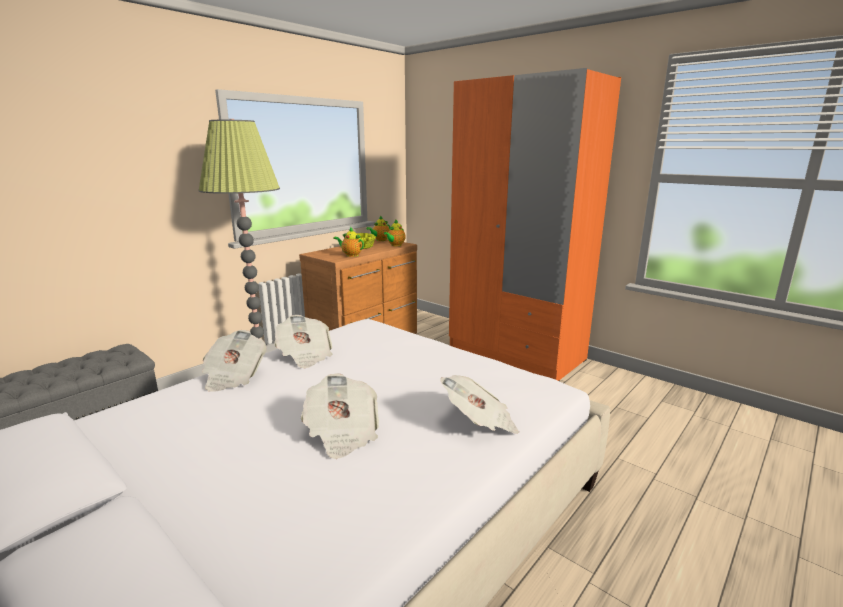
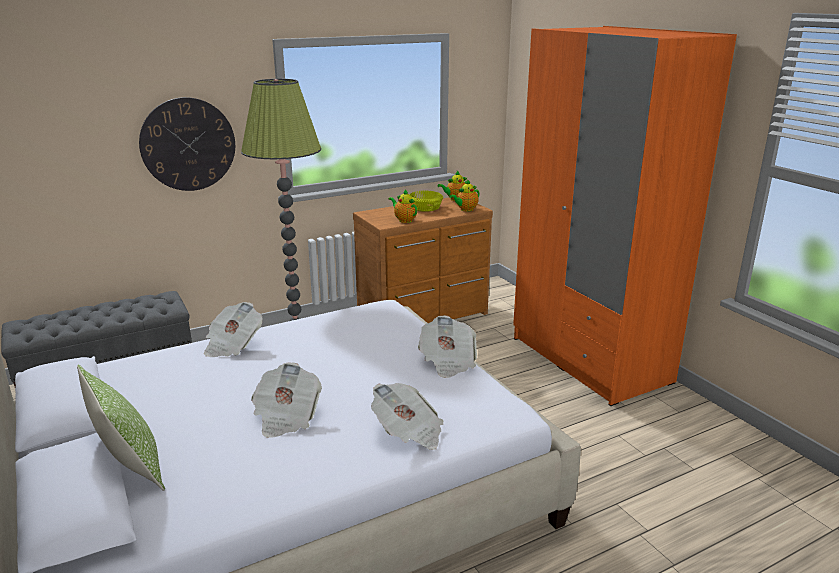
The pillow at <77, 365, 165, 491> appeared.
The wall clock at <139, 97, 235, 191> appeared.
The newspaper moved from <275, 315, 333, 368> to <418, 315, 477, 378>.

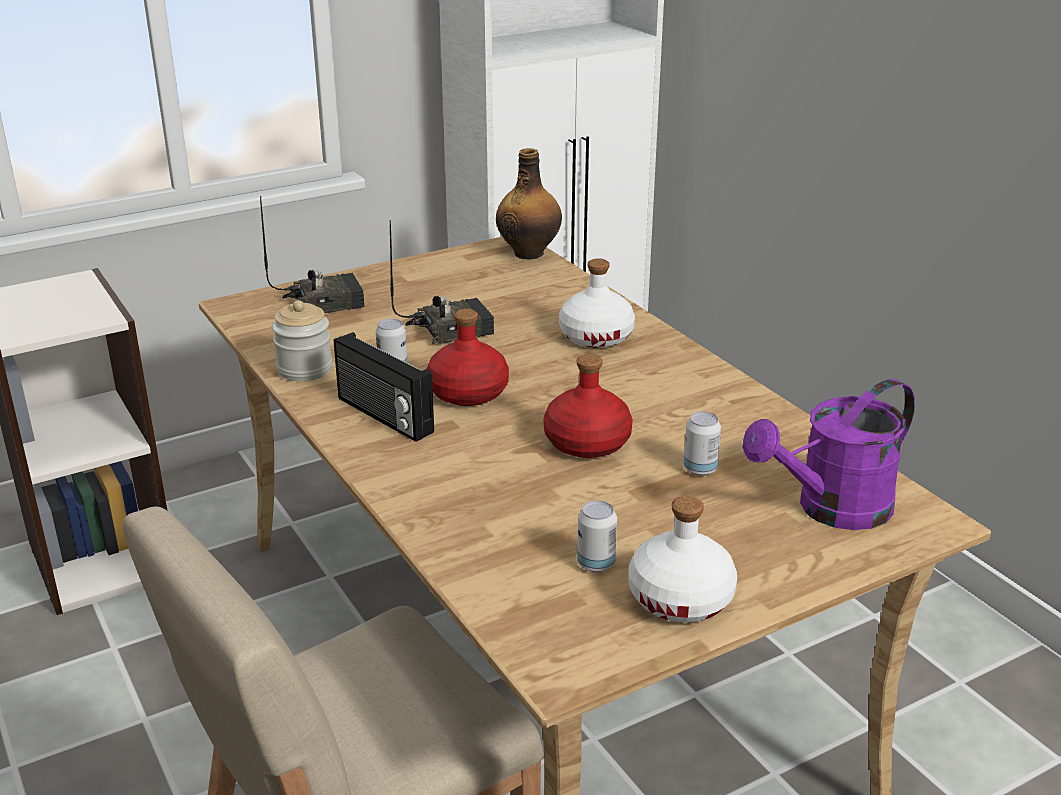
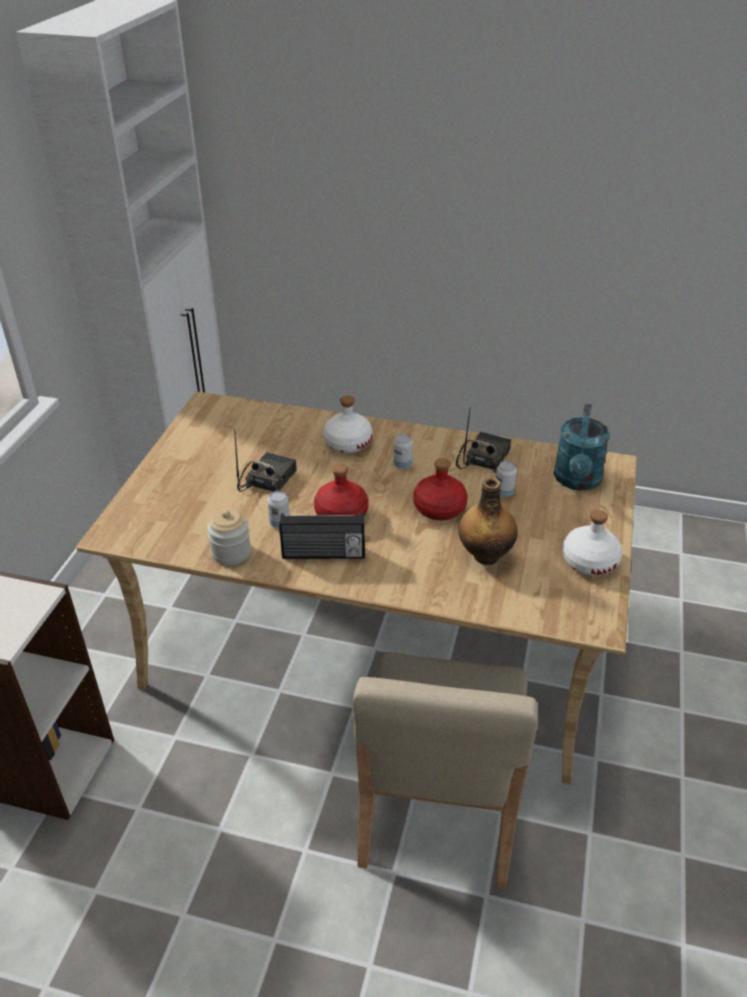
The radio set moved from <260, 196, 364, 313> to <456, 409, 511, 473>.
The drink bottle moved from <496, 148, 562, 259> to <458, 478, 518, 565>.
The can moved from <577, 500, 617, 572> to <393, 434, 413, 469>.
The purple sprinkling can at <742, 379, 915, 530> became the turquoise-coloured sprinkling can at <554, 404, 610, 491>.

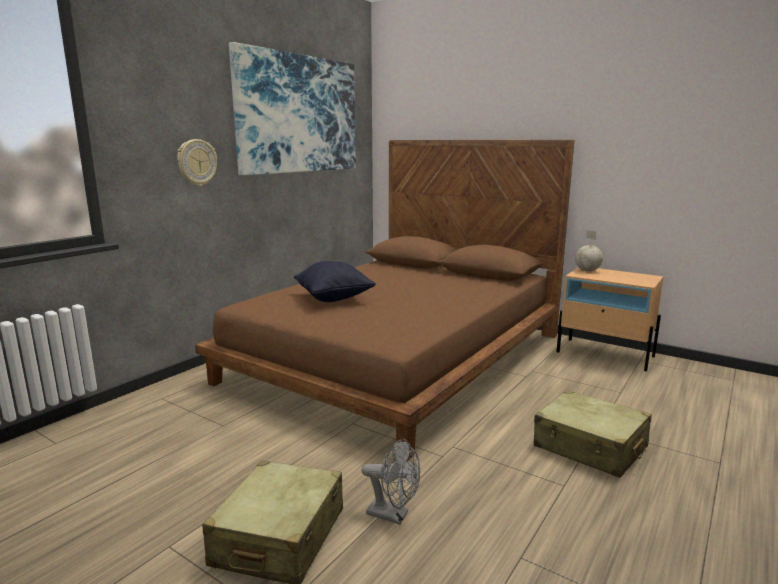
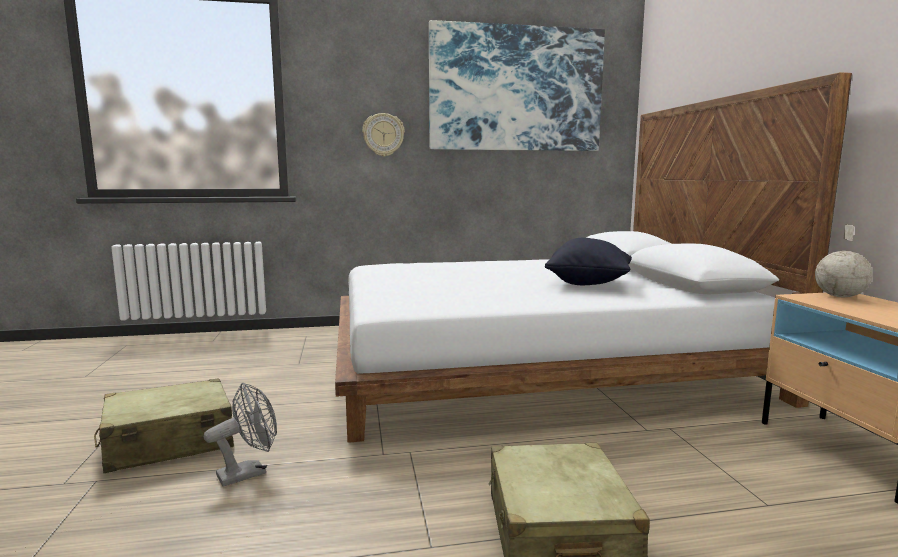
The black-coloured pillow moved from <294, 261, 376, 302> to <545, 238, 632, 285>.
The brown-coloured bed at <195, 140, 574, 461> became the white bed at <335, 72, 852, 443>.
The grey cooling fan at <361, 439, 420, 525> turned 105 degrees counterclockwise.

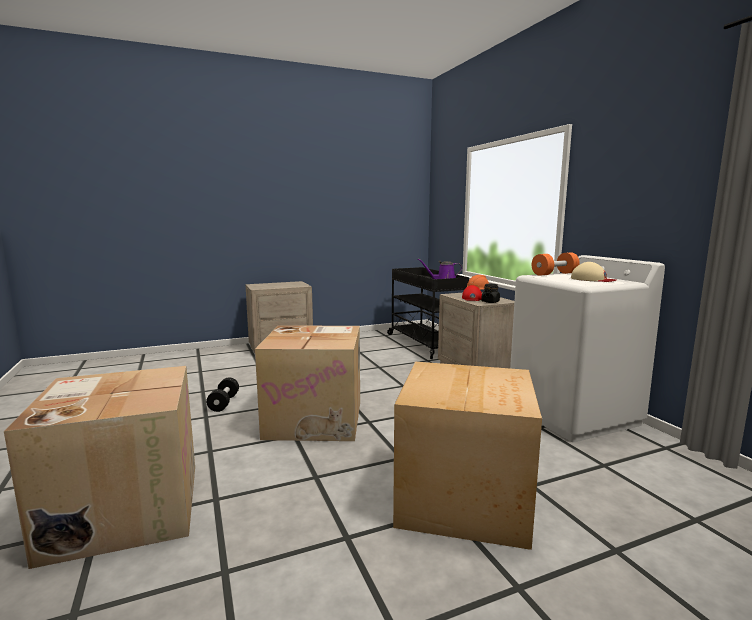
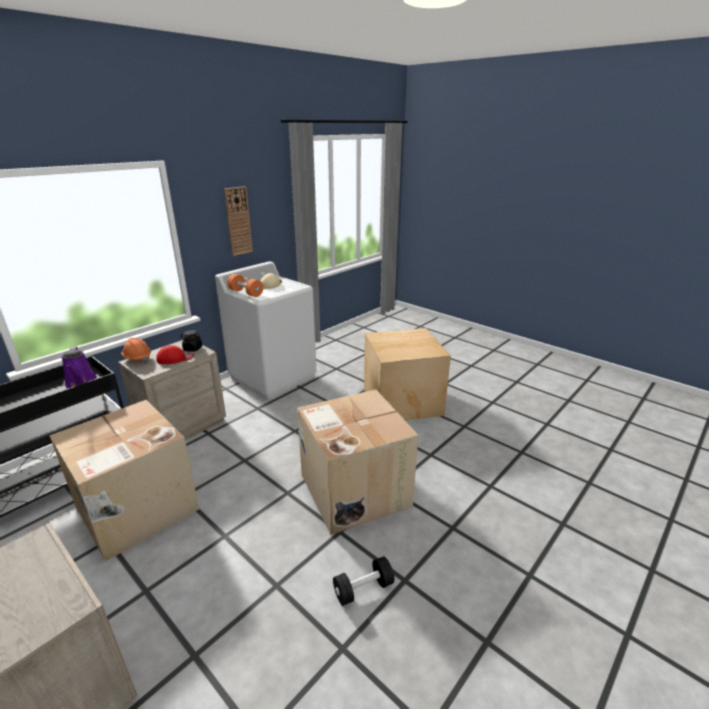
The wall clock at <224, 186, 253, 256> appeared.
The packing box moved from <4, 366, 195, 569> to <49, 400, 199, 562>.

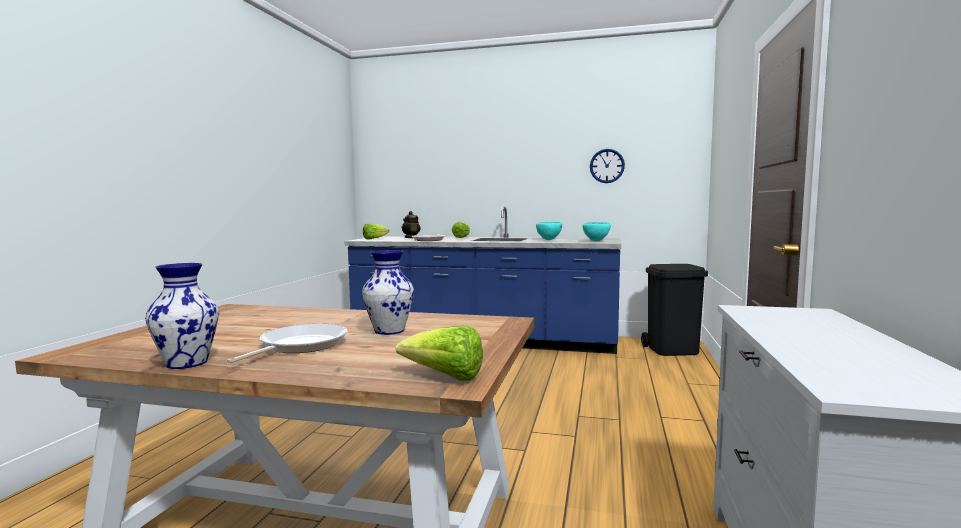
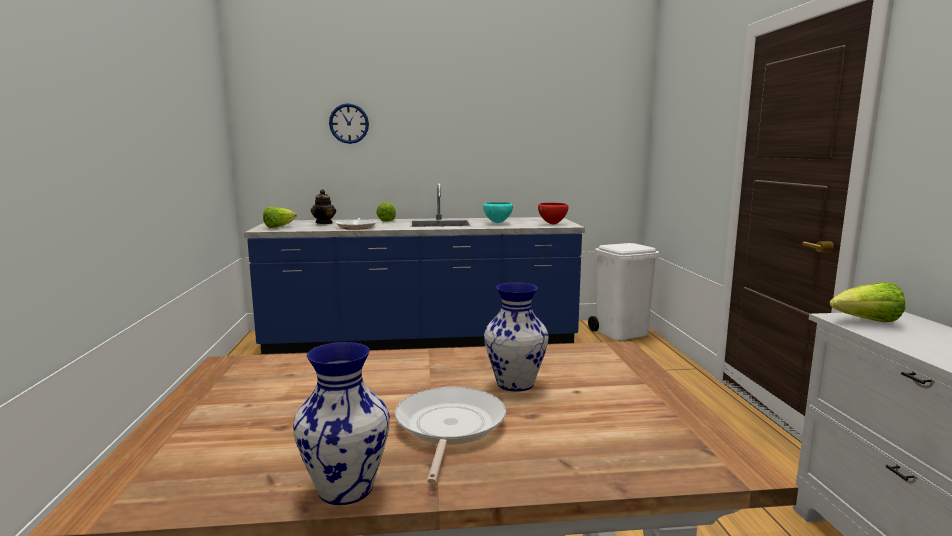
The lettuce moved from <396, 325, 483, 381> to <830, 282, 905, 322>.
The wall clock moved from <590, 149, 625, 183> to <329, 103, 369, 144>.
The turquoise-coloured bowl at <583, 222, 611, 242> became the red-coloured bowl at <538, 203, 569, 224>.
The black-coloured rubbish bin at <641, 264, 708, 356> became the white rubbish bin at <588, 243, 660, 340>.

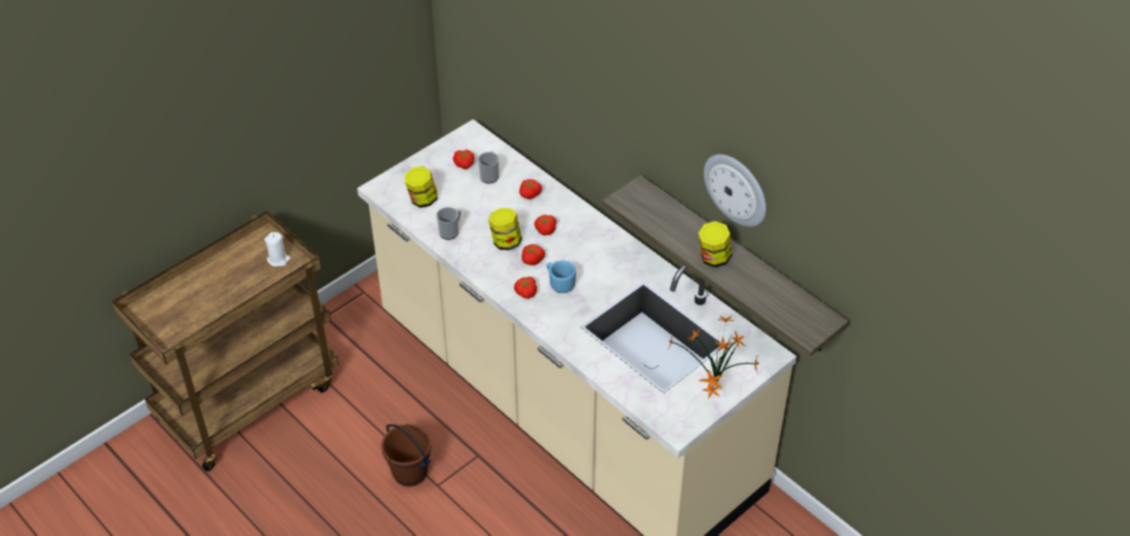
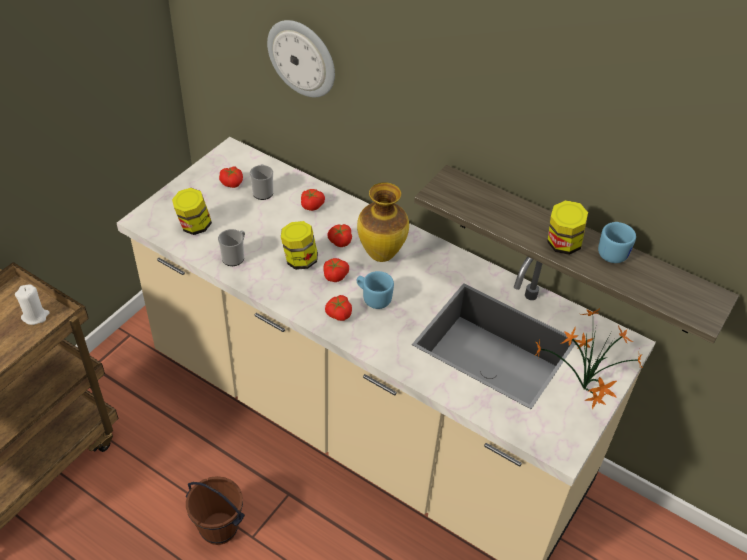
The decorative vase at <357, 182, 409, 262> appeared.
The blue-coloured mug at <598, 222, 636, 263> appeared.
The wall clock moved from <704, 154, 766, 227> to <267, 20, 335, 97>.

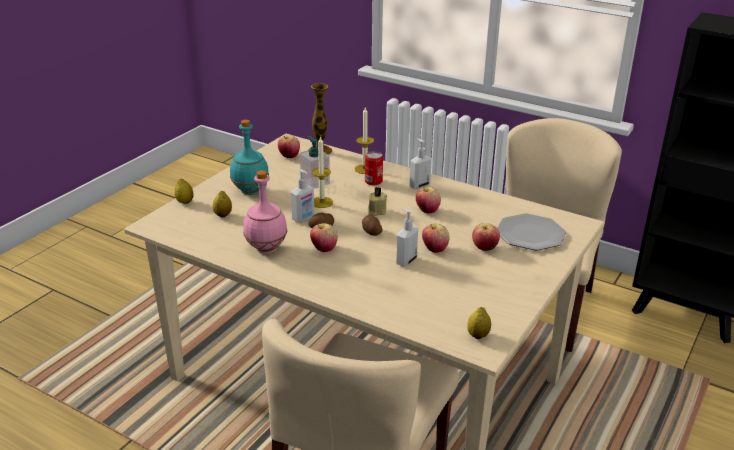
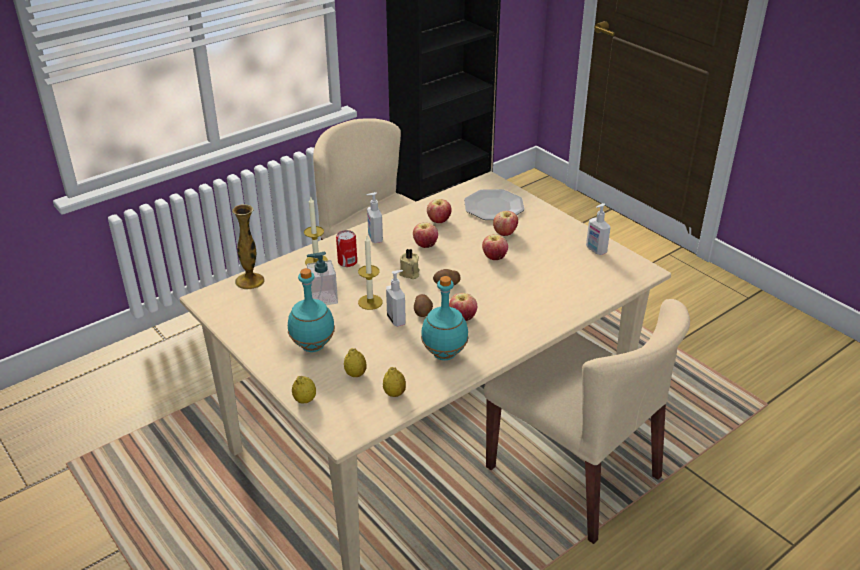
The apple fruit moved from <278, 135, 300, 158> to <427, 199, 451, 223>.
The soap dispenser moved from <396, 208, 418, 267> to <586, 203, 611, 255>.
The lemon moved from <467, 307, 491, 339> to <383, 367, 406, 397>.
The pink drink bottle at <243, 170, 287, 253> became the turquoise-coloured drink bottle at <421, 276, 469, 360>.

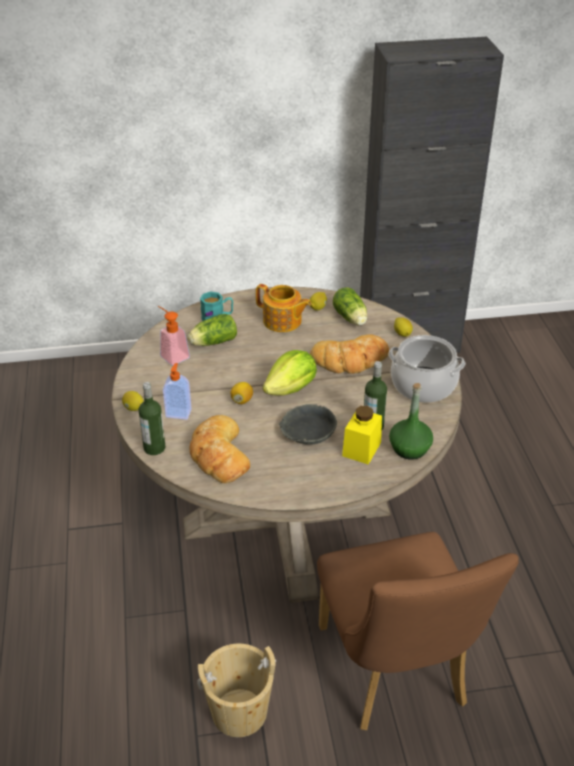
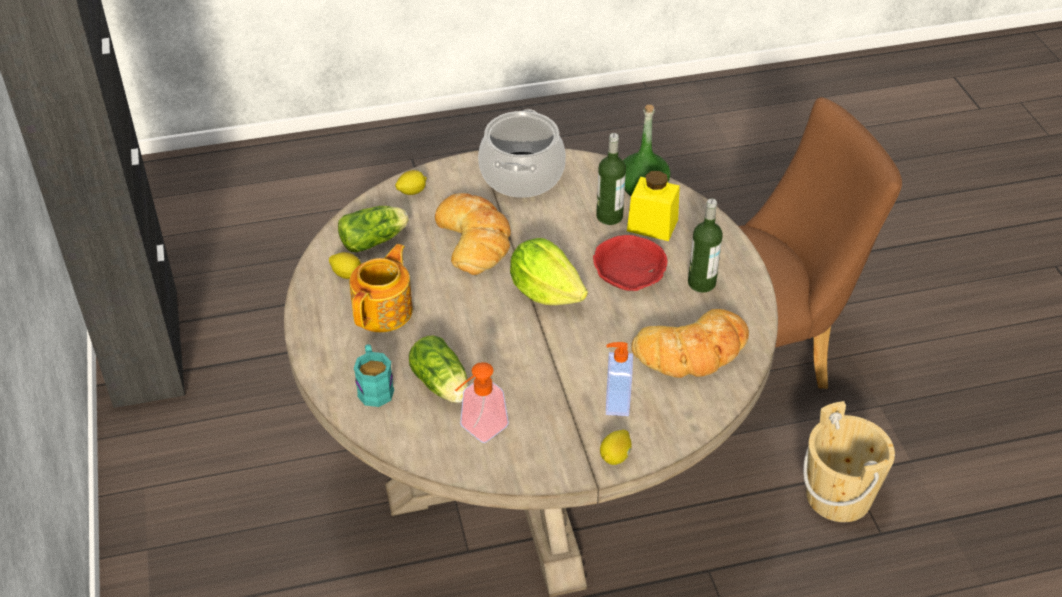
The lemon at <230, 382, 253, 404> disappeared.
The drink bottle moved from <139, 382, 165, 455> to <688, 198, 723, 292>.
The grey bowl at <279, 404, 337, 445> became the red-coloured bowl at <593, 235, 668, 291>.

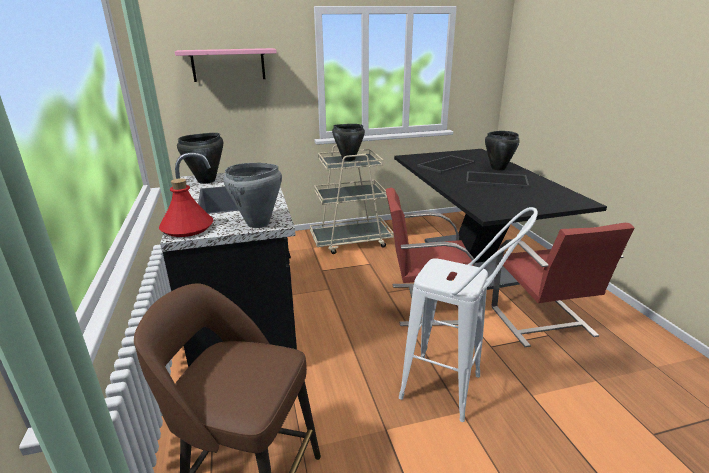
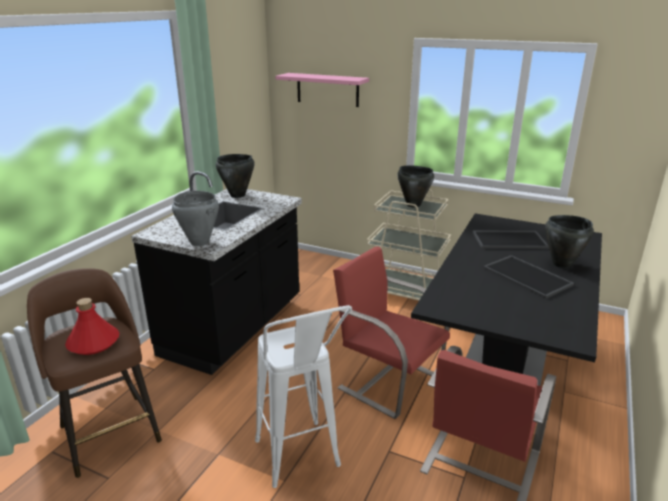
The red-coloured drink bottle moved from <159, 178, 213, 237> to <65, 298, 119, 355>.

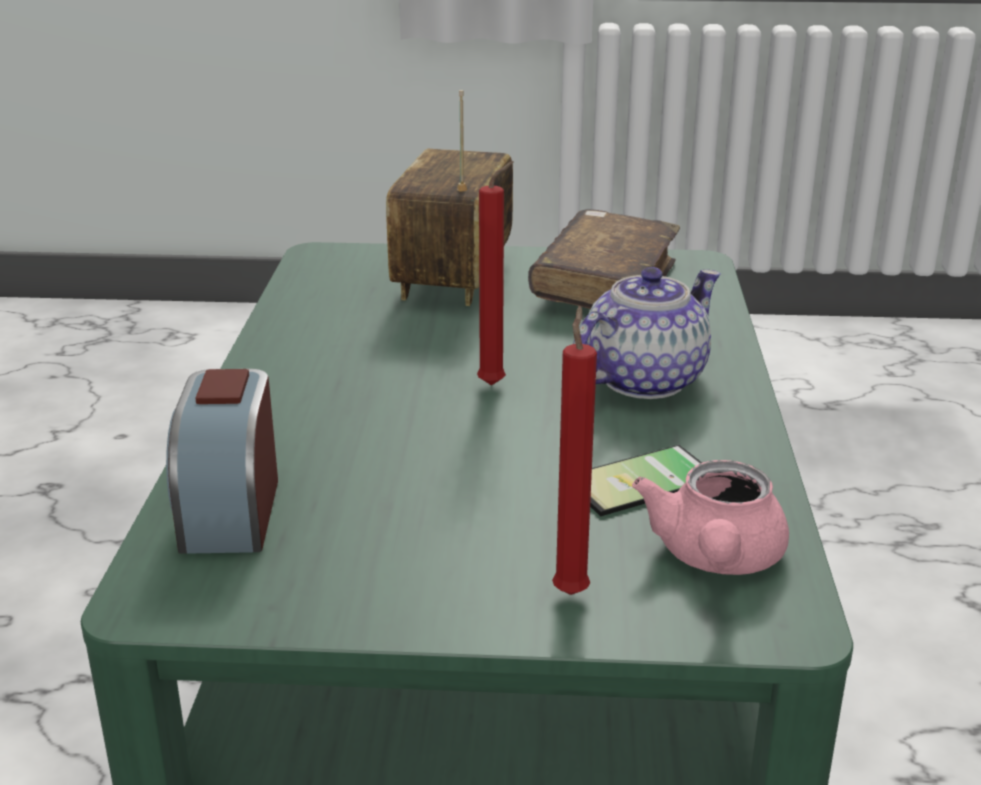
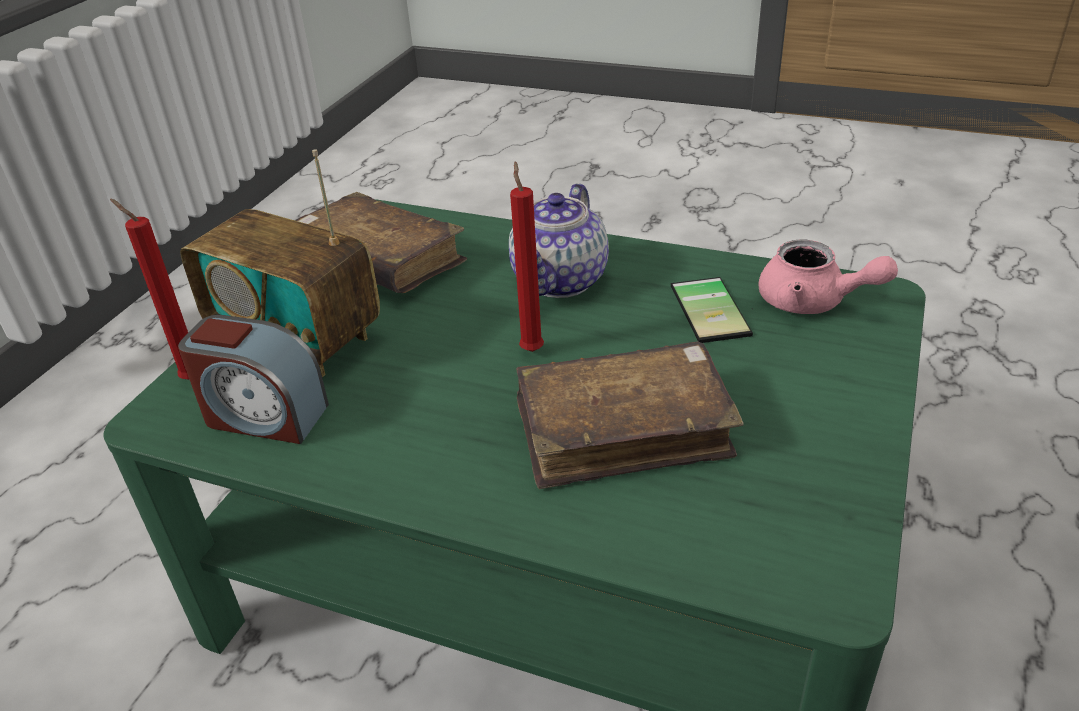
The brown-coloured bound book at <516, 341, 744, 489> appeared.
The bedside clock moved from <166, 369, 278, 554> to <178, 315, 329, 444>.
The red-coloured candle moved from <552, 306, 597, 595> to <110, 199, 189, 379>.
The tea pot at <573, 267, 721, 399> turned 135 degrees counterclockwise.

